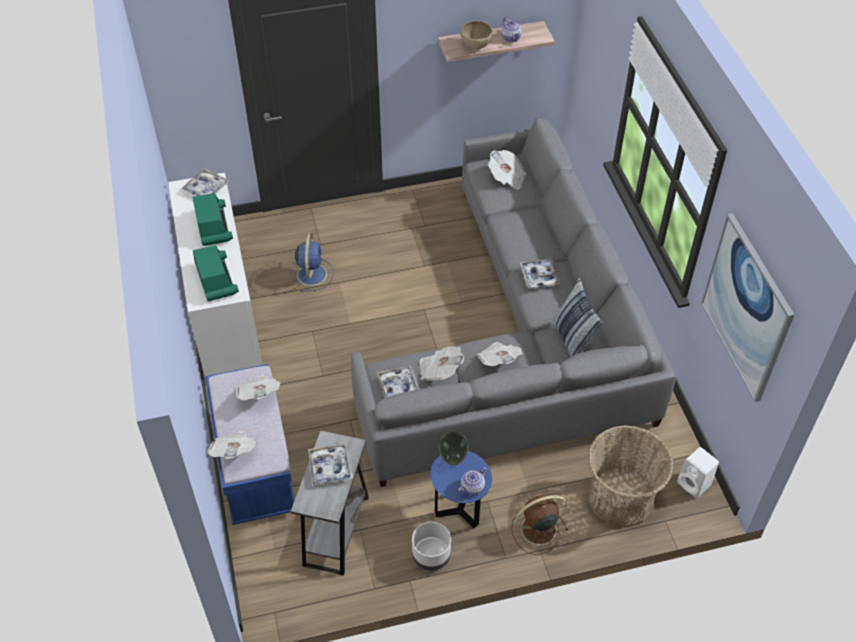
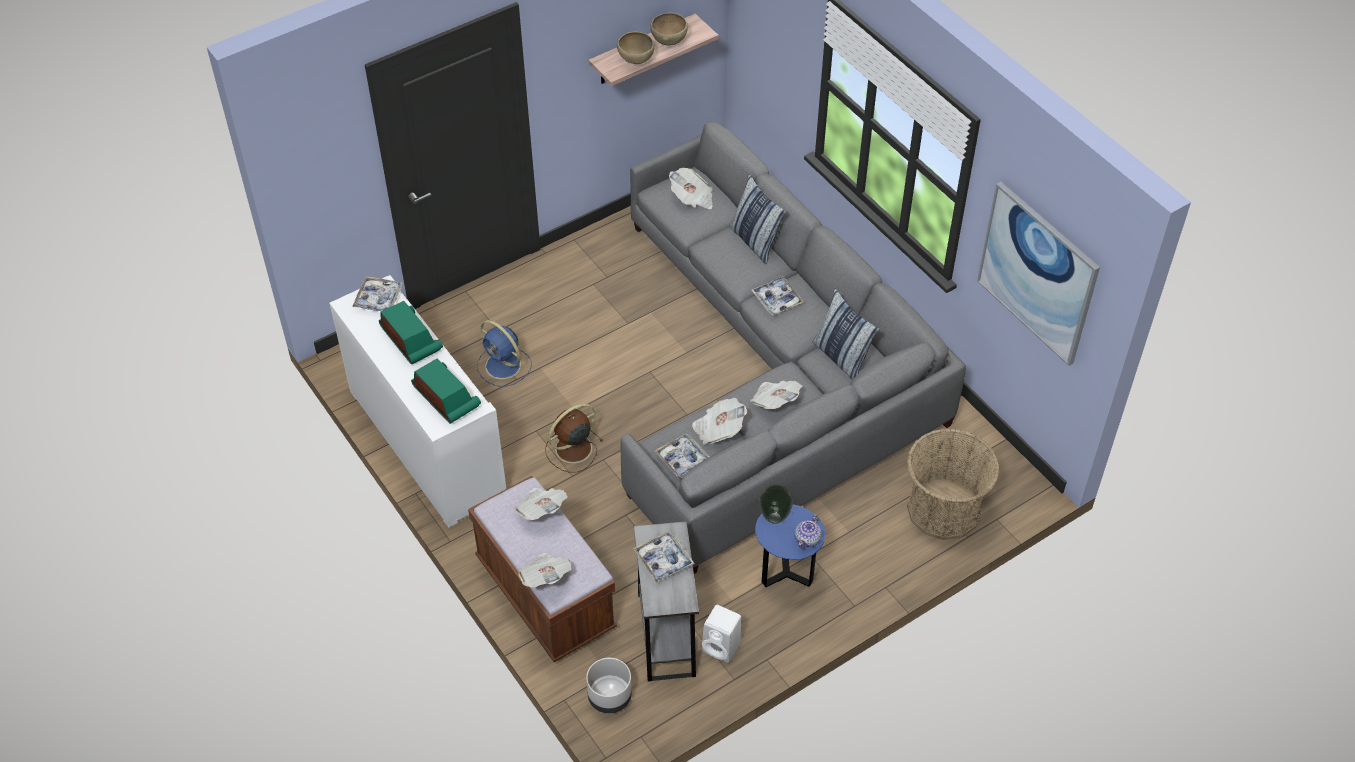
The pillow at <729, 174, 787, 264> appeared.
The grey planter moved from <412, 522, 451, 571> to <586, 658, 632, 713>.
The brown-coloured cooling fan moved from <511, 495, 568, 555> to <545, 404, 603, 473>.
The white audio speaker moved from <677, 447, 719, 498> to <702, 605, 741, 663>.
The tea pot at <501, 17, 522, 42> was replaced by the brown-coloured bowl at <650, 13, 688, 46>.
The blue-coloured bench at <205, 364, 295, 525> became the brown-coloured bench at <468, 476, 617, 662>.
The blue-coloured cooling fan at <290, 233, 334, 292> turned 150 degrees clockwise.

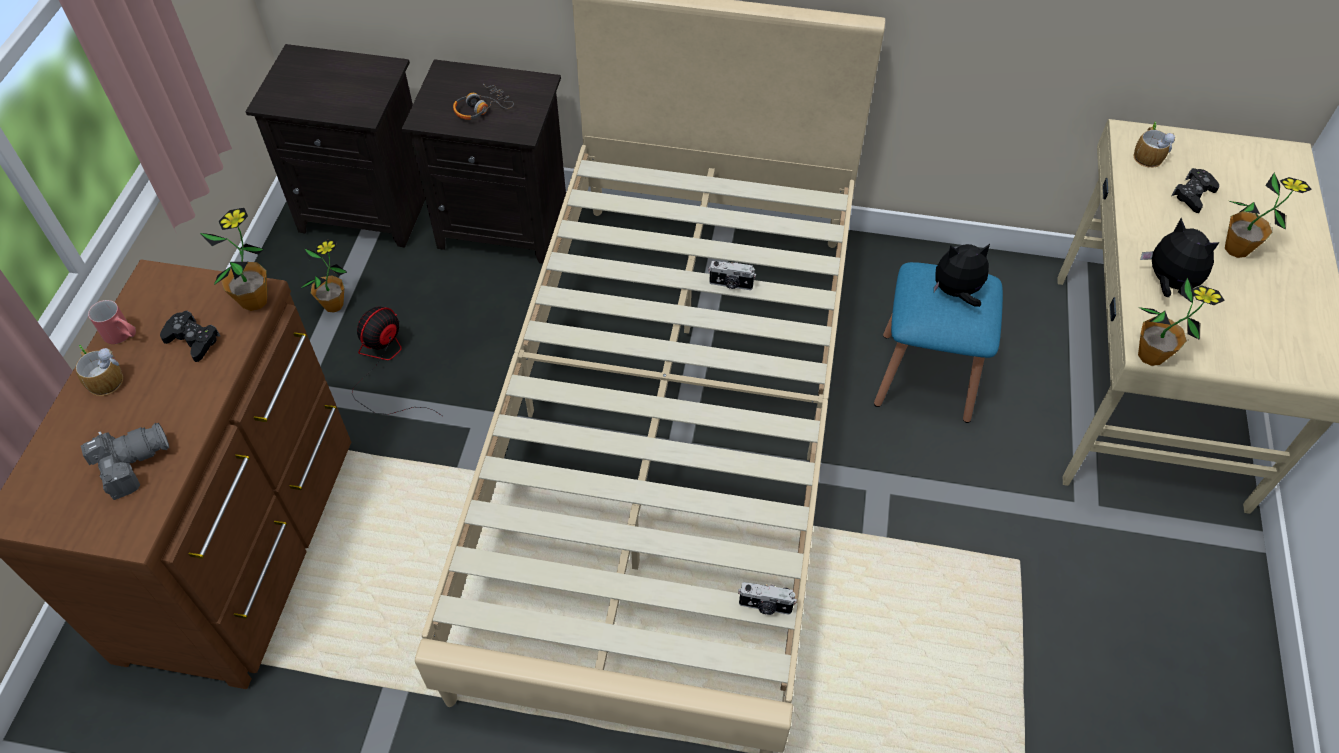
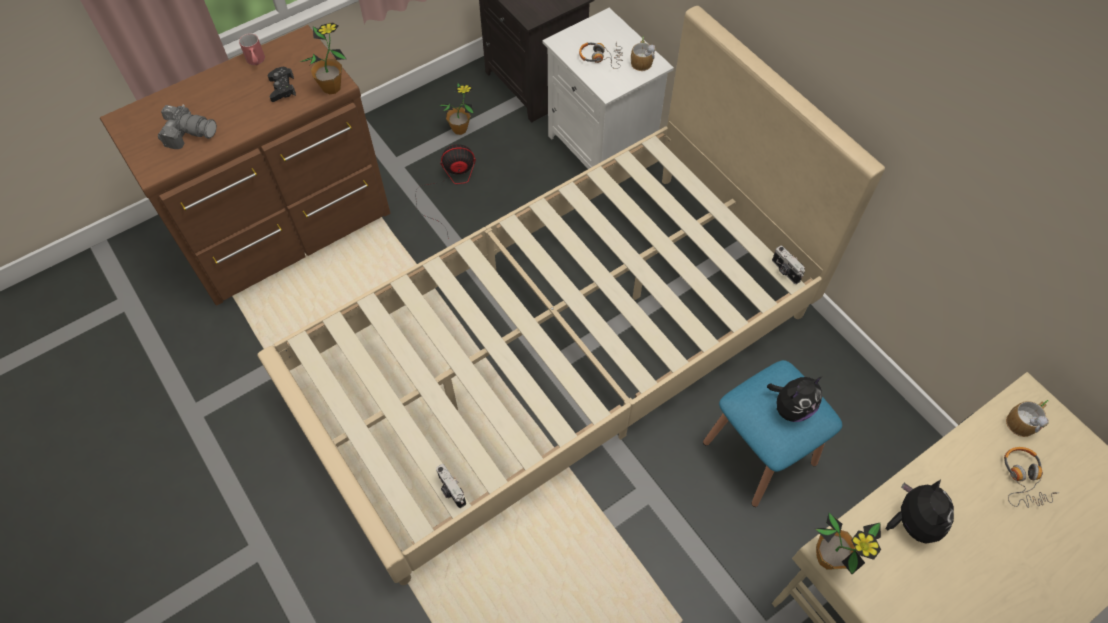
The plant in a pot at <1225, 173, 1312, 258> disappeared.
The mug moved from <76, 345, 123, 396> to <631, 36, 656, 71>.
The photo camera moved from <708, 261, 756, 290> to <772, 245, 805, 284>.
The black-coloured gamepad at <1172, 168, 1219, 213> was replaced by the pair of headphones at <1004, 447, 1059, 508>.
The black-coloured bedside table at <402, 59, 566, 264> became the white bedside table at <542, 8, 674, 169>.
The plush toy at <934, 244, 990, 307> turned 105 degrees clockwise.

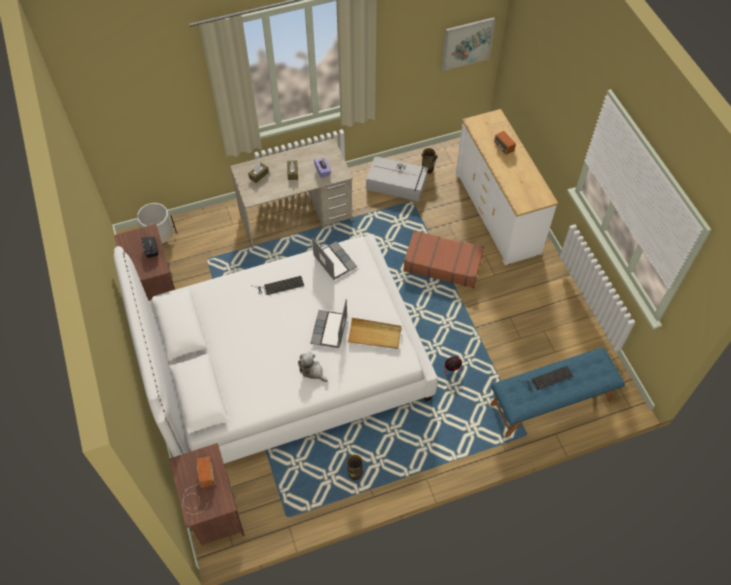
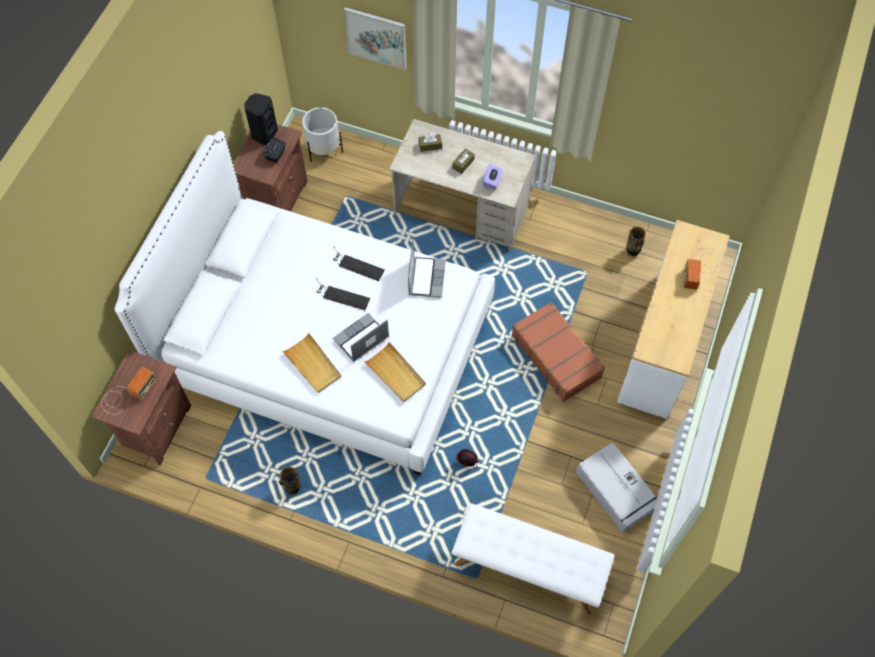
The black-coloured audio speaker at <244, 93, 278, 145> appeared.
The grey storage box moved from <366, 157, 428, 202> to <576, 443, 658, 533>.
The picture moved from <442, 17, 495, 71> to <344, 7, 407, 70>.
The PC keyboard moved from <518, 366, 573, 390> to <316, 278, 370, 310>.
The plush toy at <298, 352, 328, 382> was replaced by the beige-coloured tray at <282, 333, 341, 393>.
The blue-coloured bench at <490, 347, 625, 438> became the white bench at <452, 503, 615, 615>.

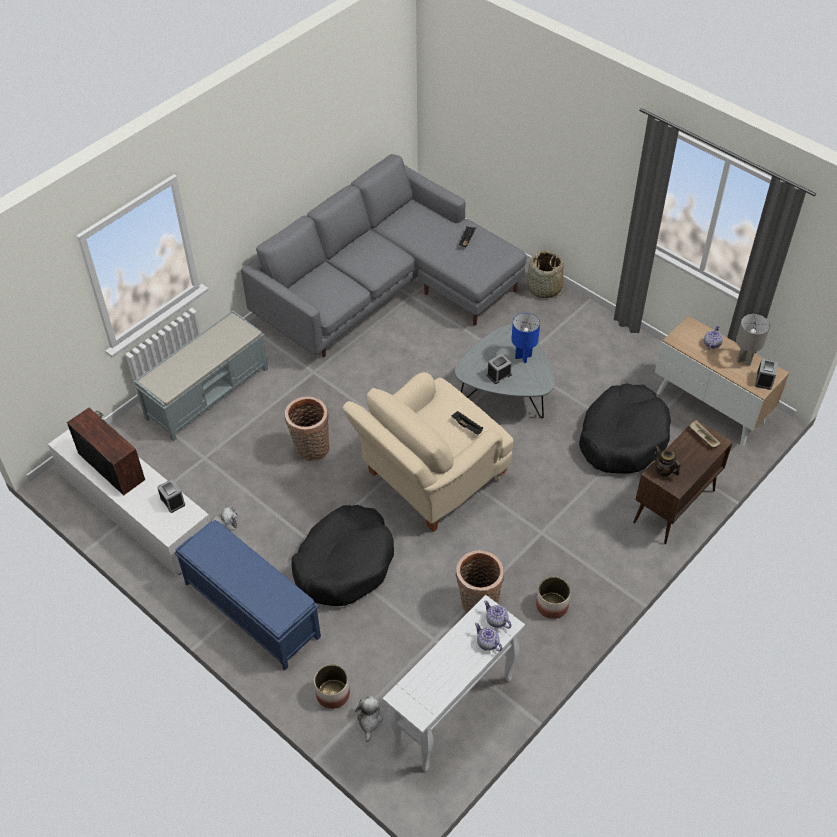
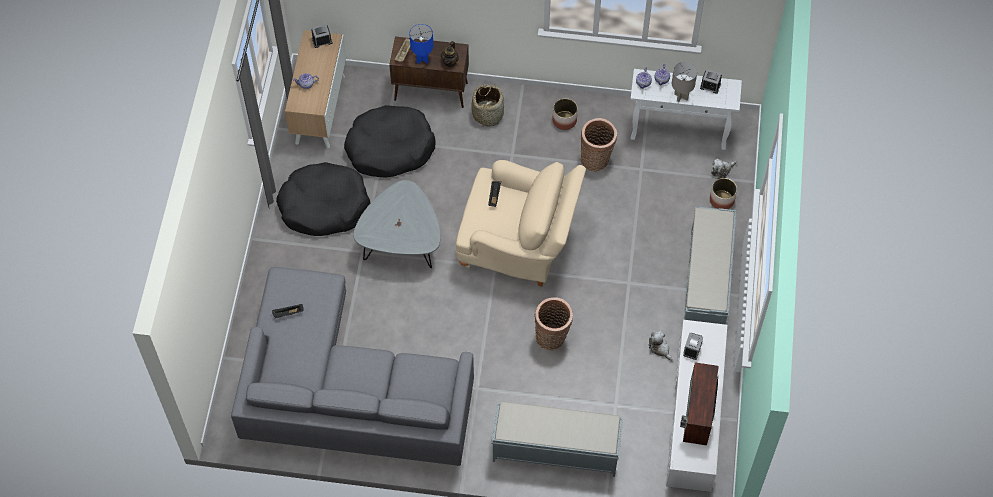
The black-coloured dog cushion moved from <291, 505, 394, 606> to <276, 162, 370, 236>.
The bedside clock moved from <486, 354, 512, 384> to <700, 69, 722, 94>.
The blue-coloured table lamp moved from <512, 313, 540, 363> to <409, 24, 434, 64>.
The basket moved from <528, 251, 564, 298> to <471, 84, 504, 127>.
The grey table lamp moved from <736, 314, 770, 366> to <672, 62, 697, 102>.
The blue-coloured bench at <175, 520, 321, 670> became the grey bench at <684, 207, 736, 324>.

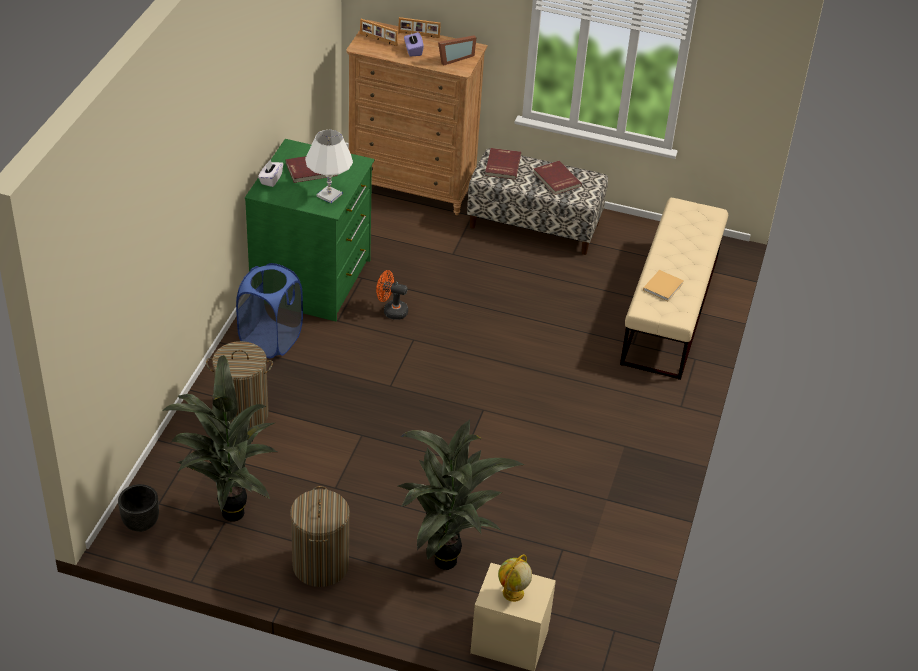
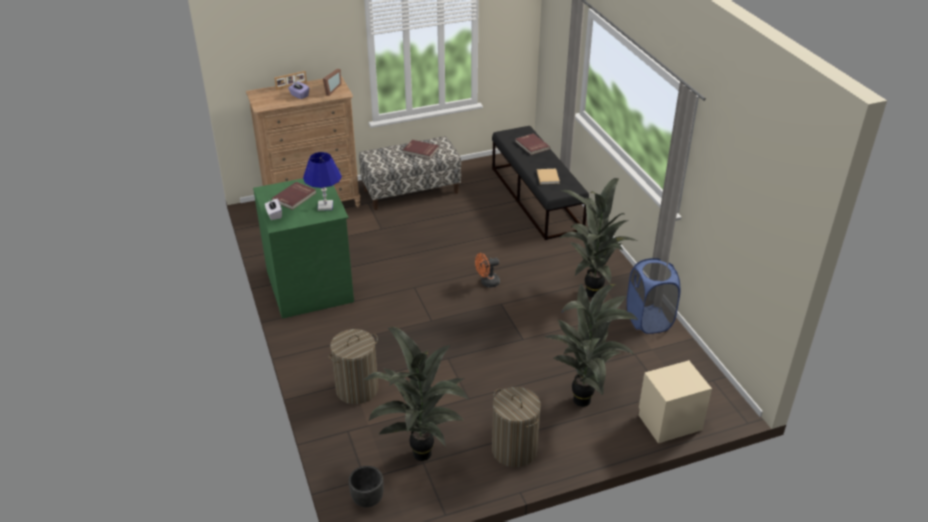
The standing frame at <360, 19, 398, 46> disappeared.
The globe at <498, 554, 532, 602> disappeared.
The plant in a pot at <559, 178, 638, 298> appeared.
The blue-coloured hamper moved from <236, 263, 303, 358> to <627, 258, 680, 334>.
The orange cooling fan moved from <376, 270, 408, 320> to <475, 253, 500, 288>.
The red-coloured bound book moved from <485, 148, 521, 180> to <515, 133, 550, 155>.
The white table lamp at <305, 130, 353, 203> became the blue-coloured table lamp at <303, 152, 342, 211>.
The beige-coloured bench at <620, 198, 728, 380> became the black-coloured bench at <492, 126, 589, 240>.

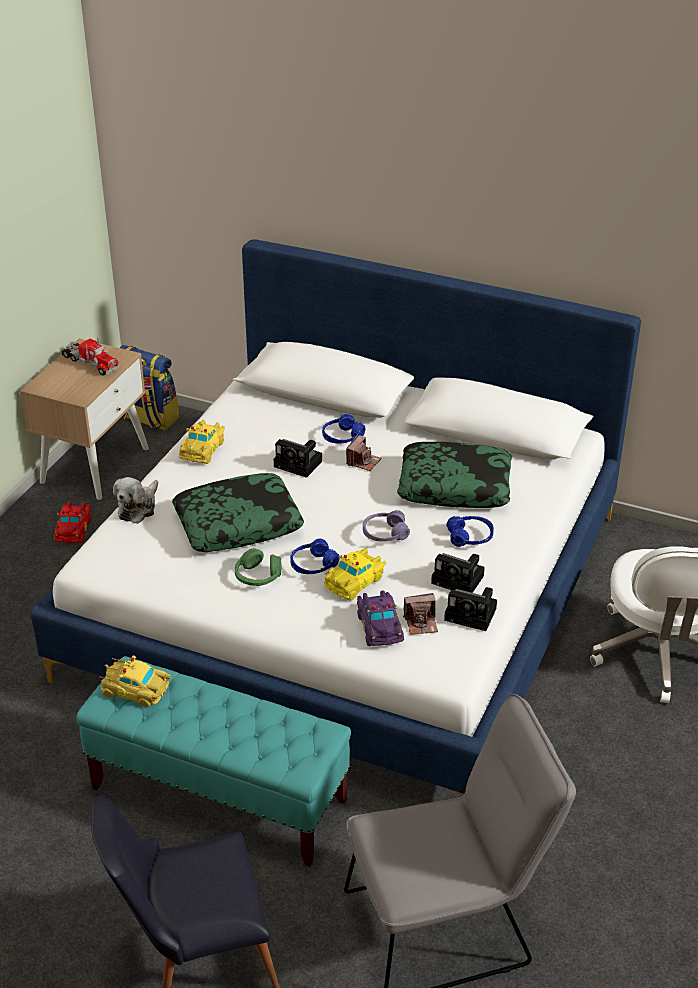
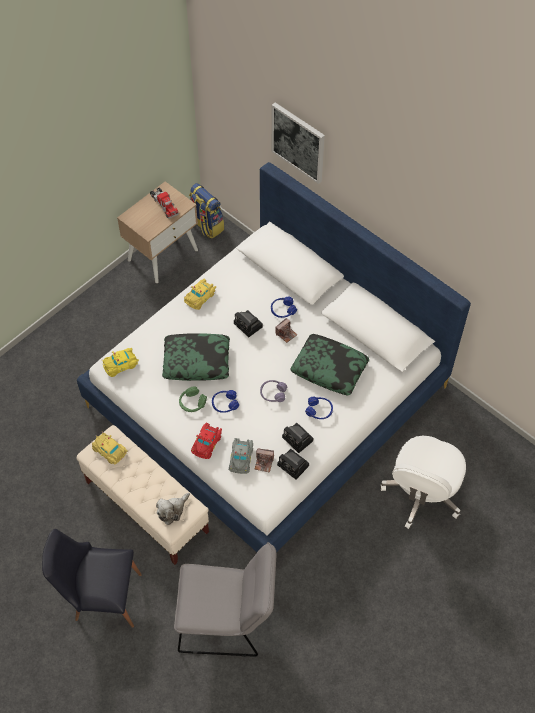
The picture at <272, 103, 325, 184> appeared.
The red-coloured toy car moved from <54, 502, 92, 543> to <191, 422, 222, 459>.
The plush toy moved from <113, 477, 158, 524> to <156, 493, 190, 525>.
The yellow-coloured toy car moved from <324, 548, 387, 601> to <102, 348, 139, 377>.
The turquoise-coloured bench at <76, 656, 351, 867> became the beige-coloured bench at <76, 425, 209, 565>.
The purple toy car at <357, 590, 404, 646> became the grey toy car at <229, 438, 253, 474>.

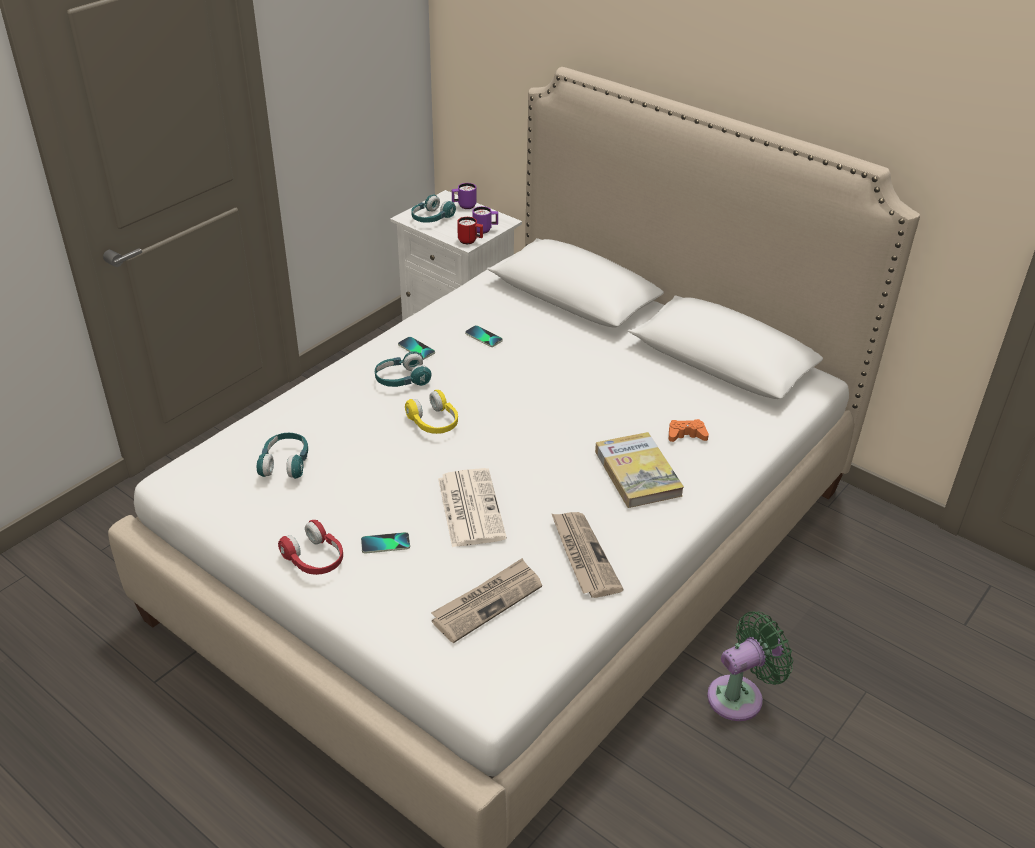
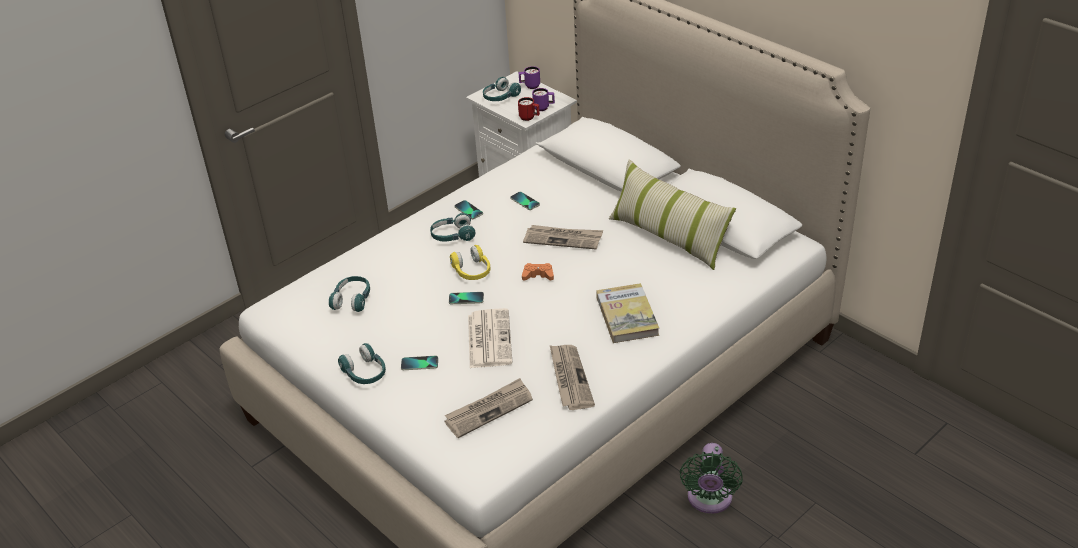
The telephone at <449, 292, 484, 304> appeared.
The newspaper at <523, 225, 603, 249> appeared.
The pillow at <609, 159, 736, 270> appeared.
The orange gamepad moved from <669, 419, 709, 442> to <522, 263, 554, 280>.
The red-coloured pair of headphones at <278, 520, 343, 575> became the turquoise-coloured pair of headphones at <338, 343, 386, 384>.
The green-coloured cooling fan at <707, 611, 793, 721> turned 120 degrees clockwise.

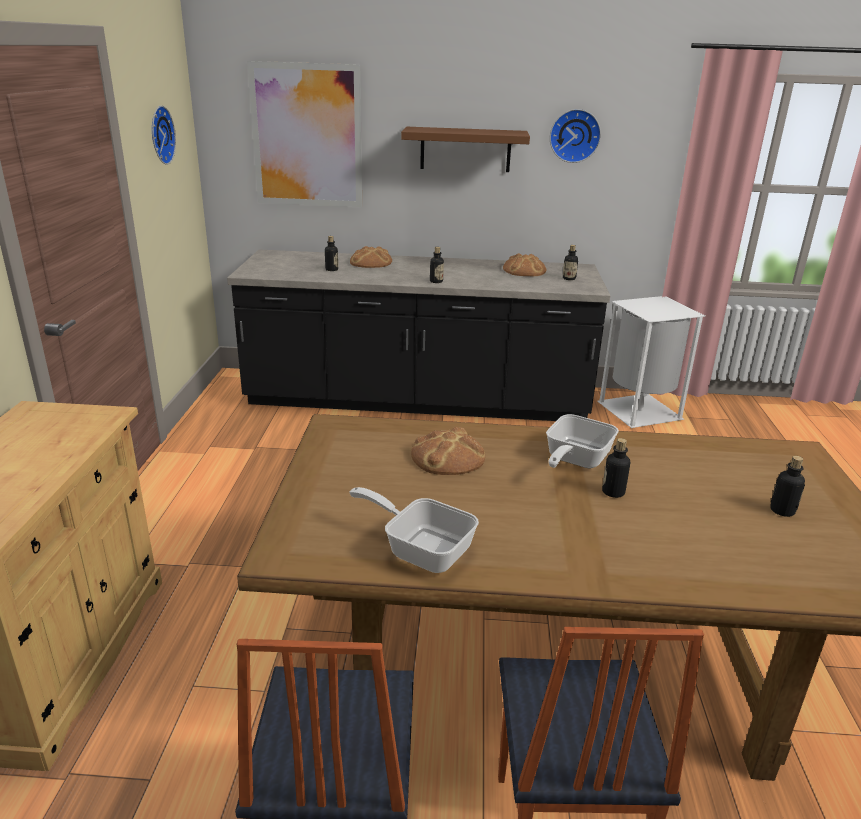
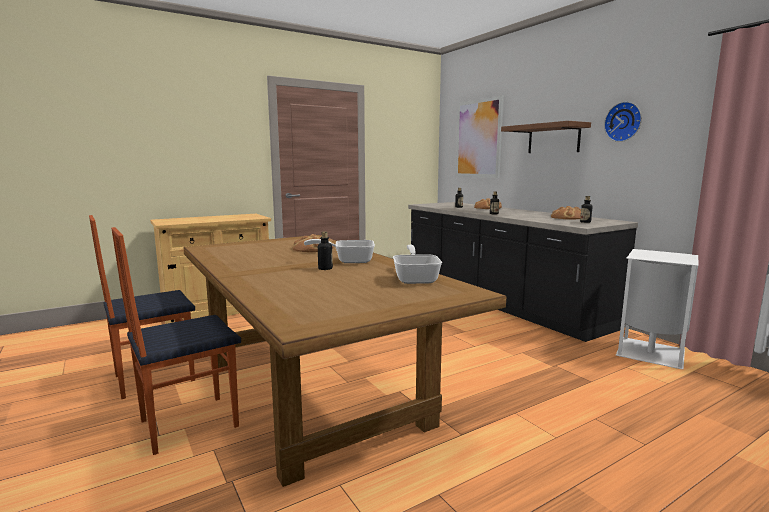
The wall clock at <152, 106, 176, 165> disappeared.
The drink bottle at <770, 456, 805, 517> disappeared.
The frying pan moved from <349, 487, 479, 573> to <393, 245, 442, 284>.

